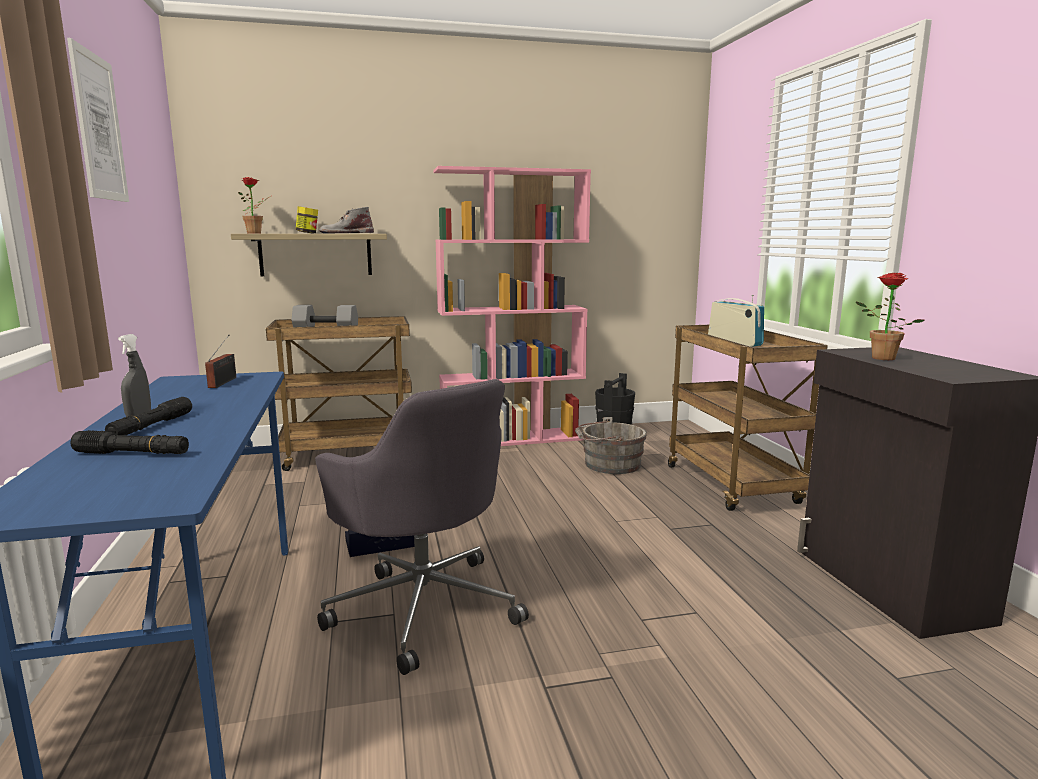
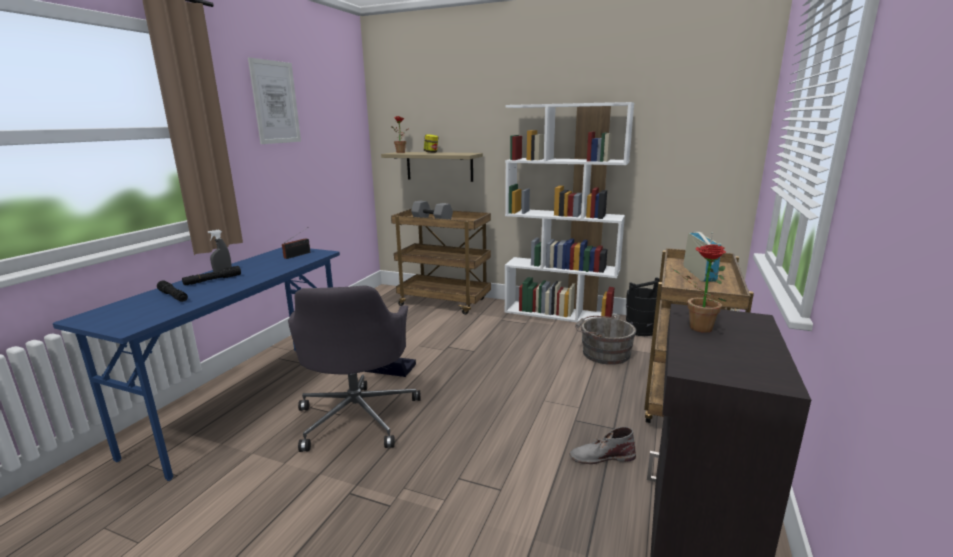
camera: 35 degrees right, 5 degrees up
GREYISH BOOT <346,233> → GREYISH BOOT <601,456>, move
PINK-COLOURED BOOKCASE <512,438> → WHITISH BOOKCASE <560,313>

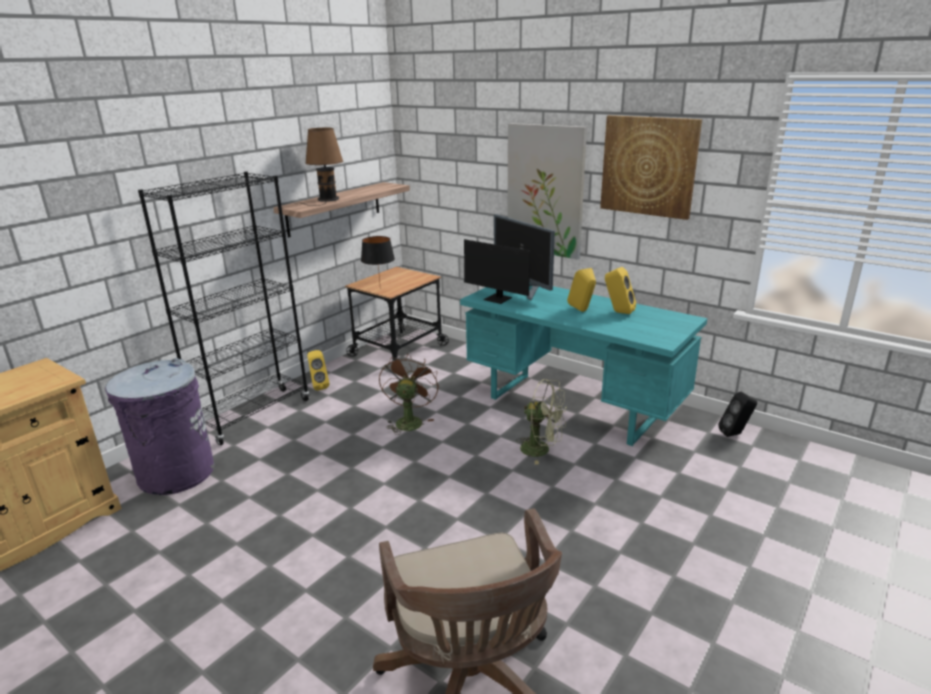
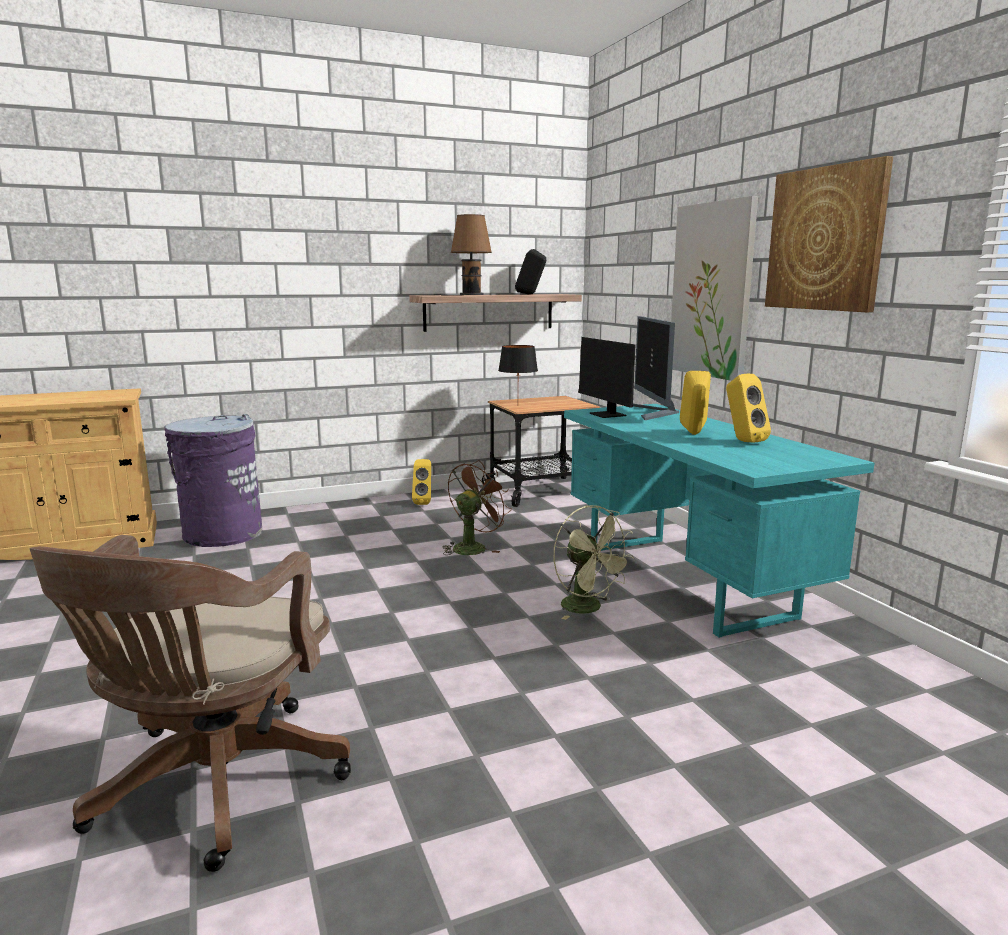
camera: 30 degrees right, 10 degrees down
BLACK BOOKCASE <254,415> → -
BLACK SPEAKER <735,434> → BLACK SPEAKER <530,294>, move

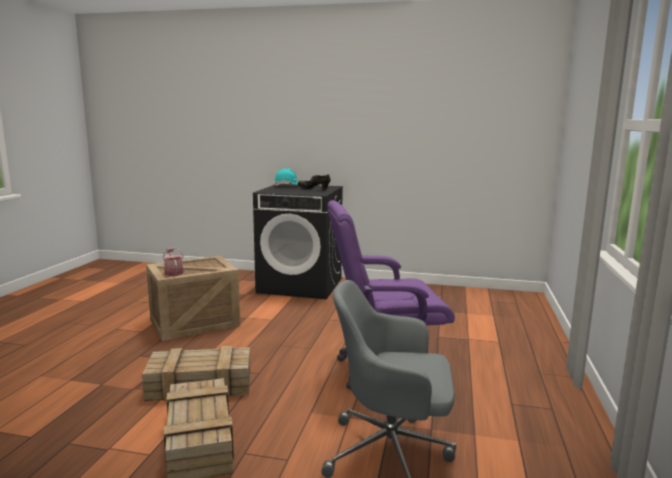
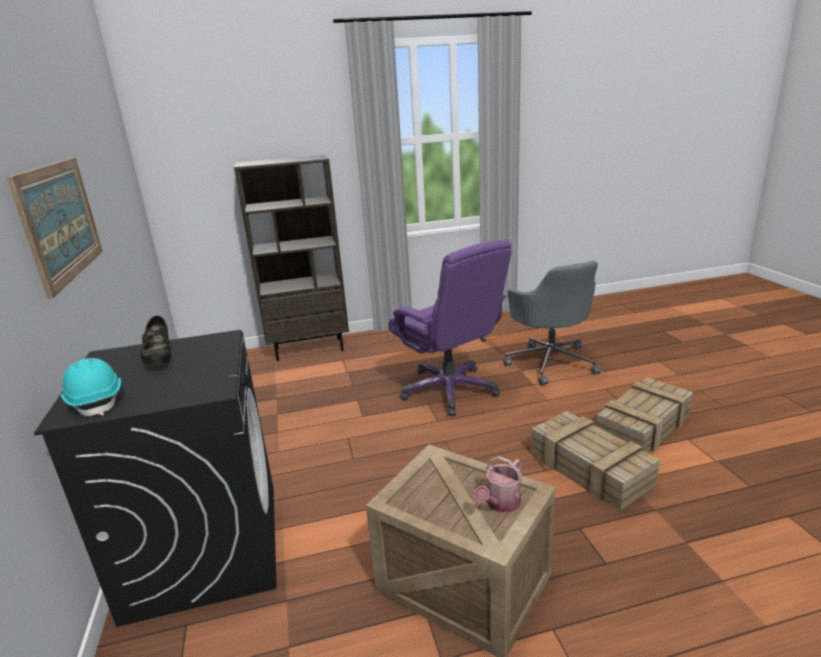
camera: 115 degrees left, 10 degrees up
- → WALL ART <60,221>
- → BROWN-COLOURED BOOKCASE <310,349>

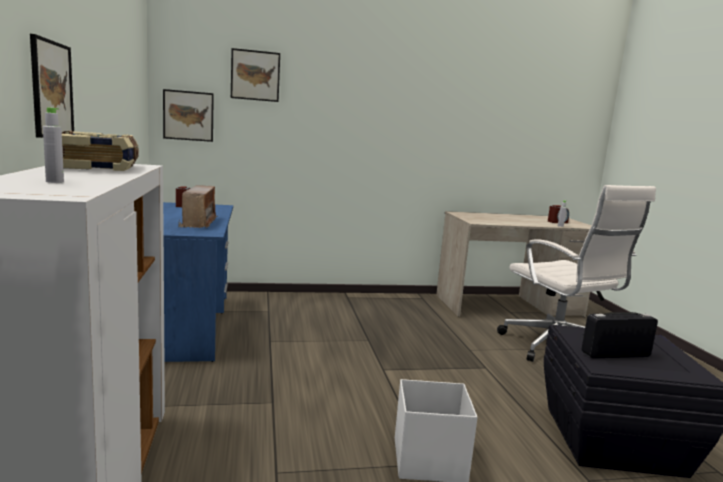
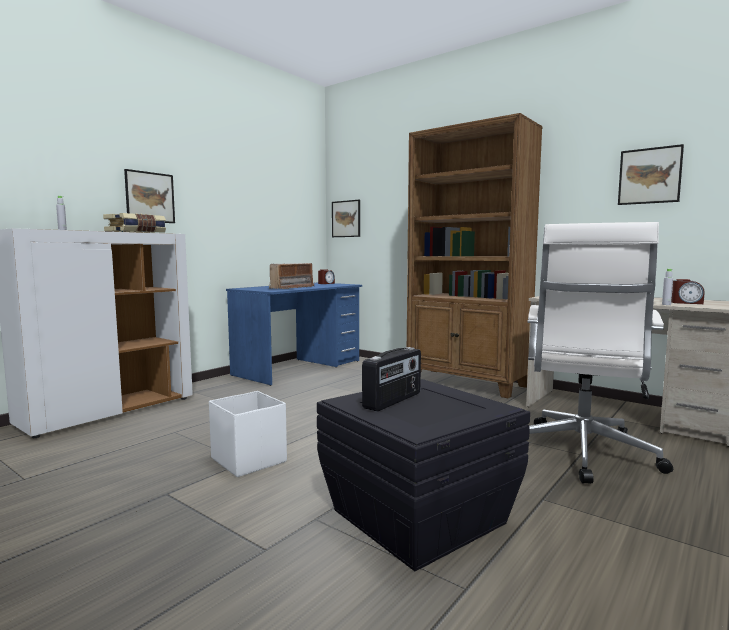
camera: 50 degrees right, 5 degrees down
WALL ART <255,75> → WALL ART <649,176>, move
RADIO RECEIVER <615,354> → RADIO RECEIVER <393,401>, 90 degrees clockwise
- → BROWN-COLOURED BOOKCASE <467,383>

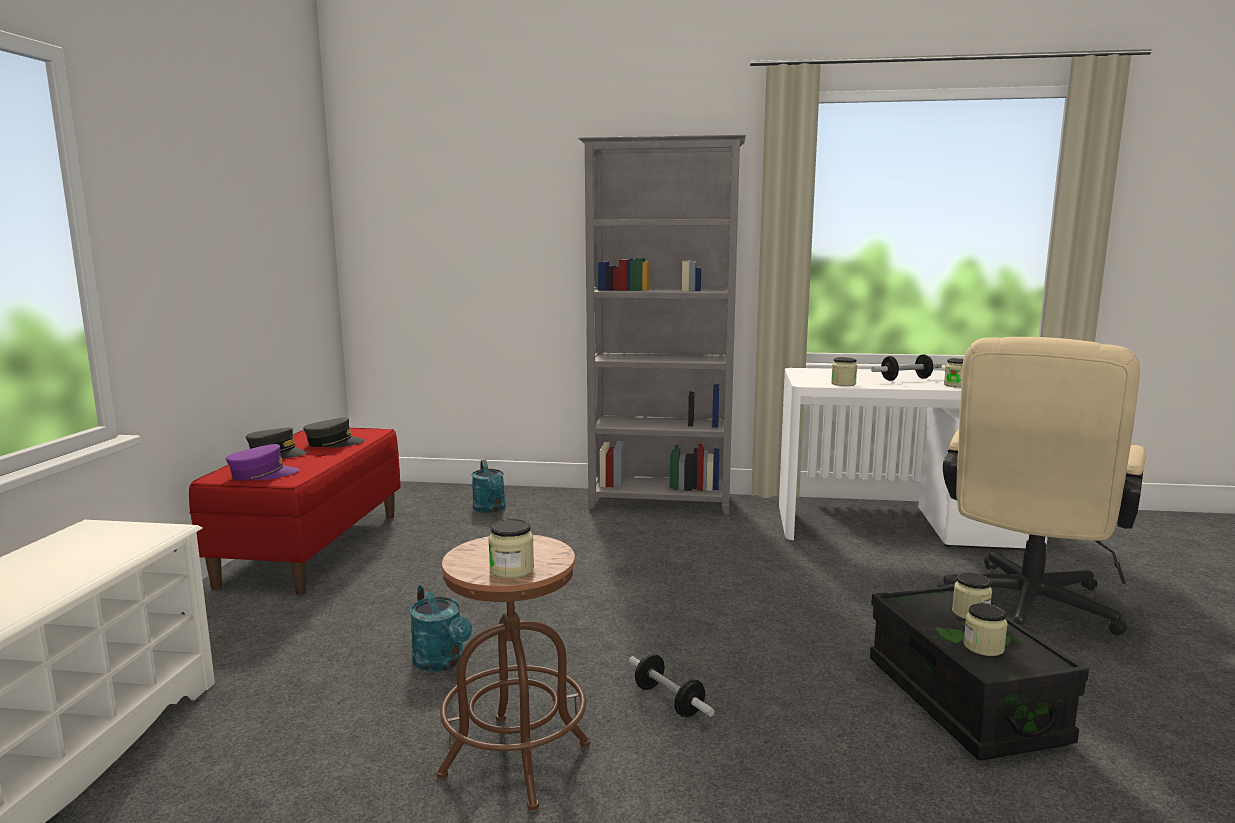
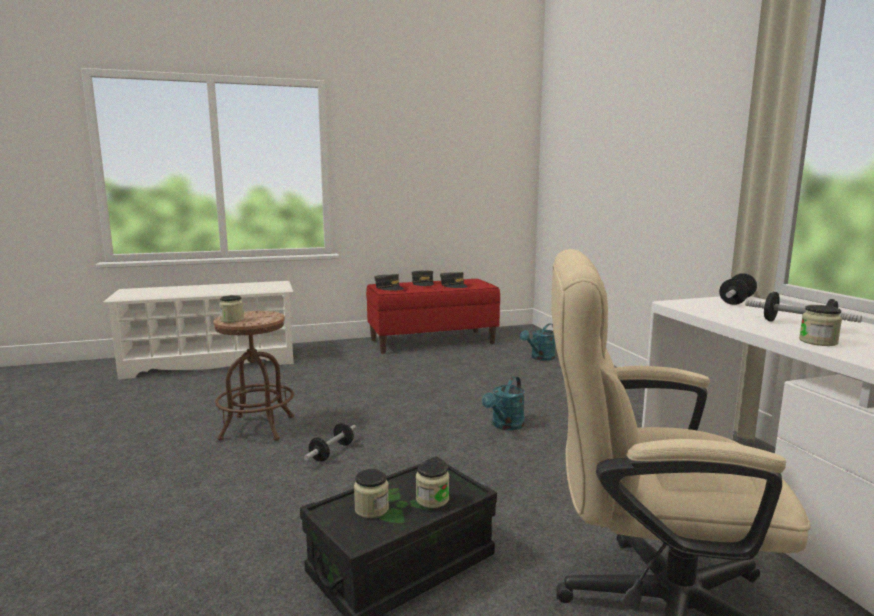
camera: 65 degrees right, 0 degrees up
PURPLE CAP <263,474> → GREYISH CAP <389,288>
BLUE-GREEN SPRINKLING CAN <442,663> → BLUE-GREEN SPRINKLING CAN <505,426>, move
GREYISH BOOKCASE <661,503> → -
STORAGE JAR <843,384> → -
- → HAND WEIGHT <737,301>

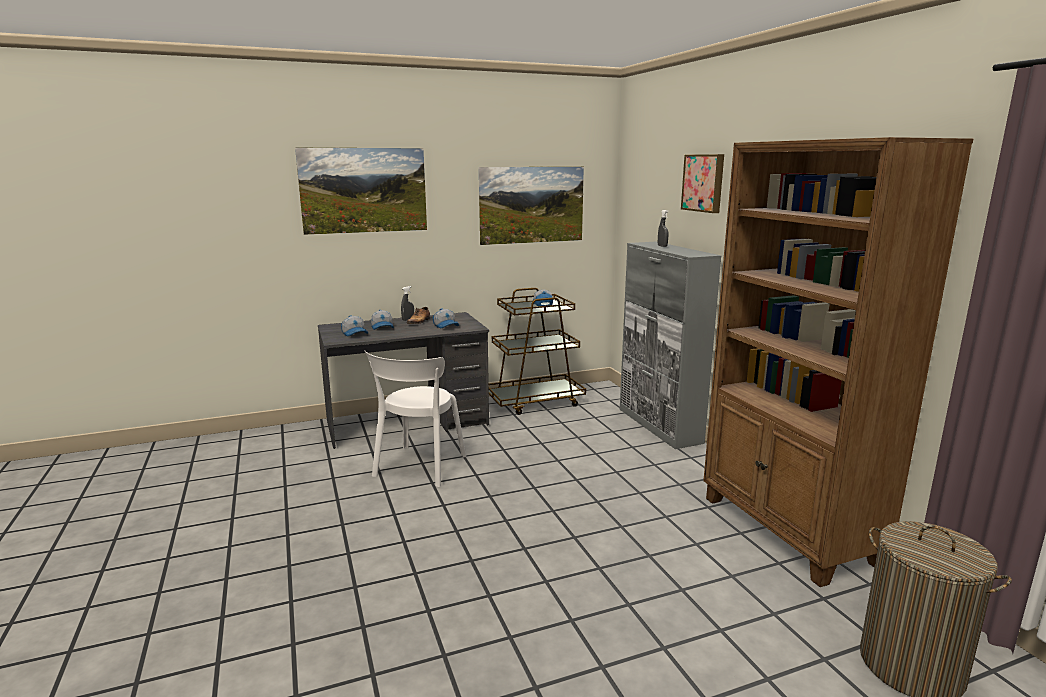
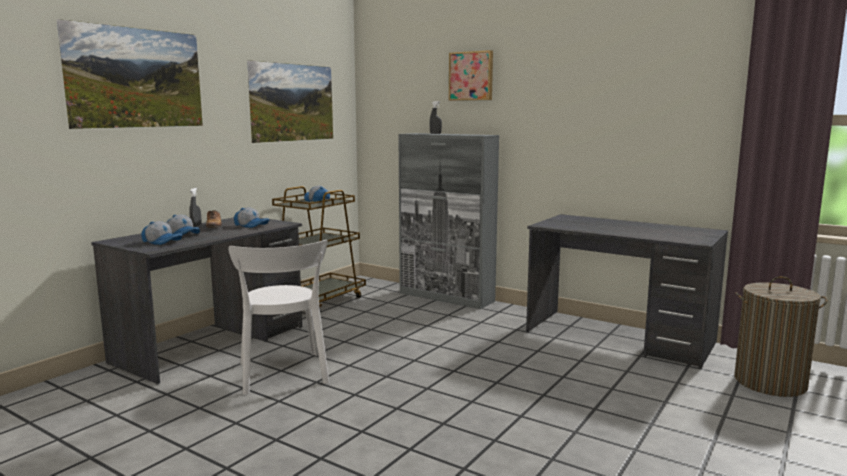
camera: 35 degrees left, 5 degrees down
BROWN-COLOURED BOOKCASE <787,531> → GREYISH DESK TABLE <619,337>

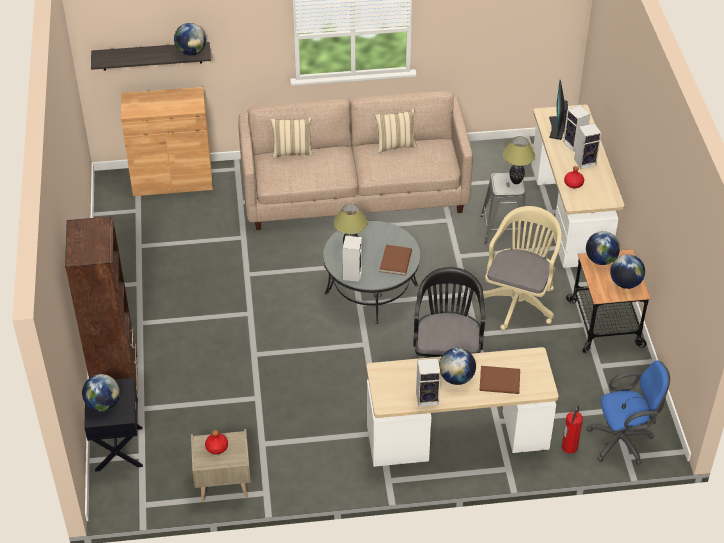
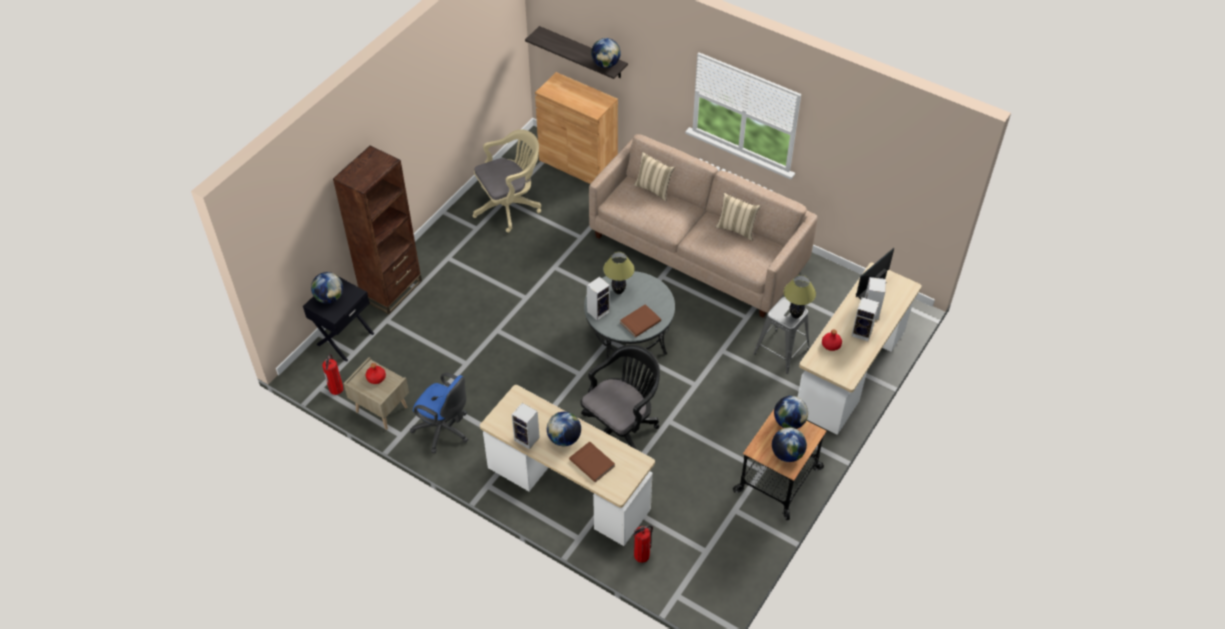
camera: 40 degrees right, 5 degrees up
SAND-COLOURED DESK CHAIR <519,300> → SAND-COLOURED DESK CHAIR <510,206>, move
BLUE DESK CHAIR <623,441> → BLUE DESK CHAIR <444,430>, move
- → EXTINGUISHER <336,388>

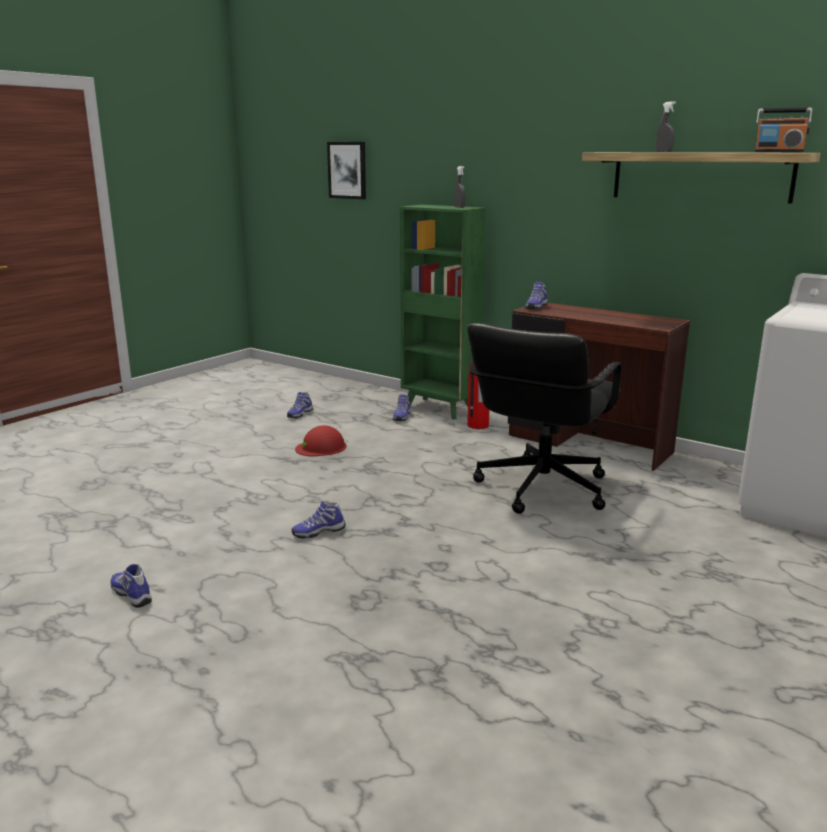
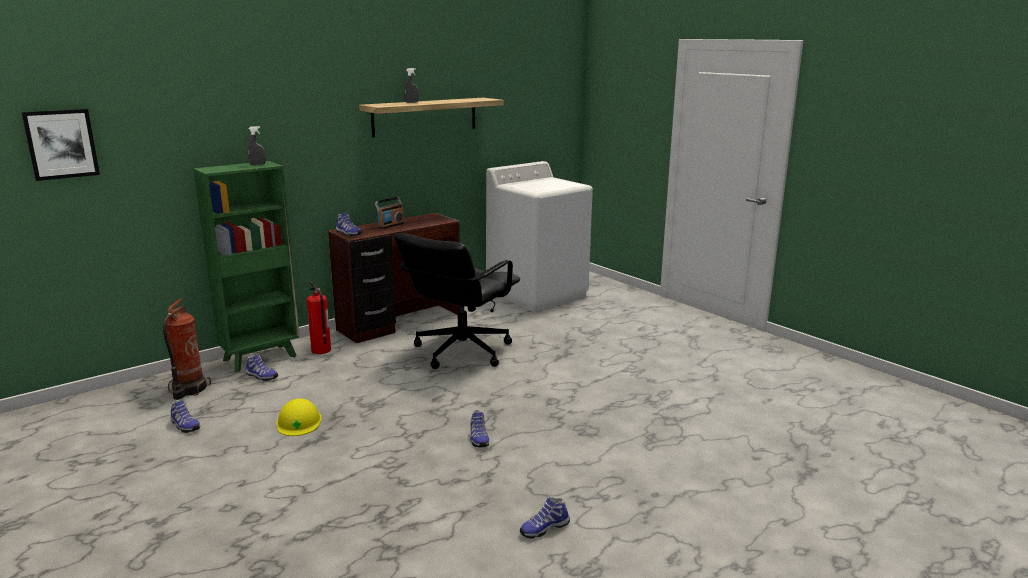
camera: 75 degrees left, 0 degrees up
RED-COLOURED HARD HAT <321,447> → YELLOW HARD HAT <299,422>
BLACK DESK CHAIR <540,488> → BLACK DESK CHAIR <461,351>, 75 degrees clockwise
RADIO RECEIVER <778,152> → RADIO RECEIVER <391,225>, move
- → EXTINGUISHER <188,390>

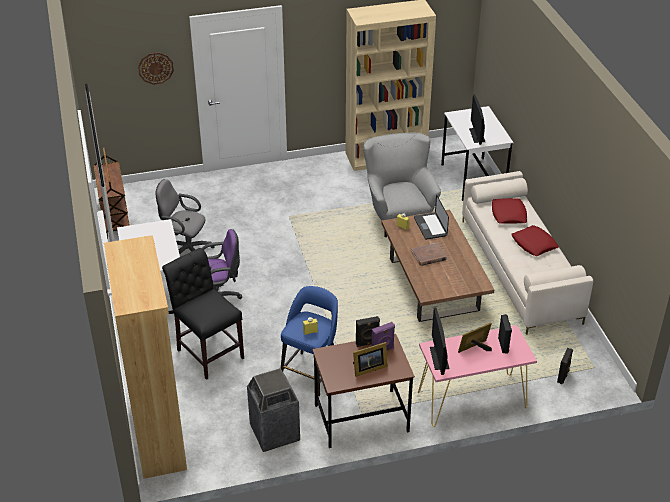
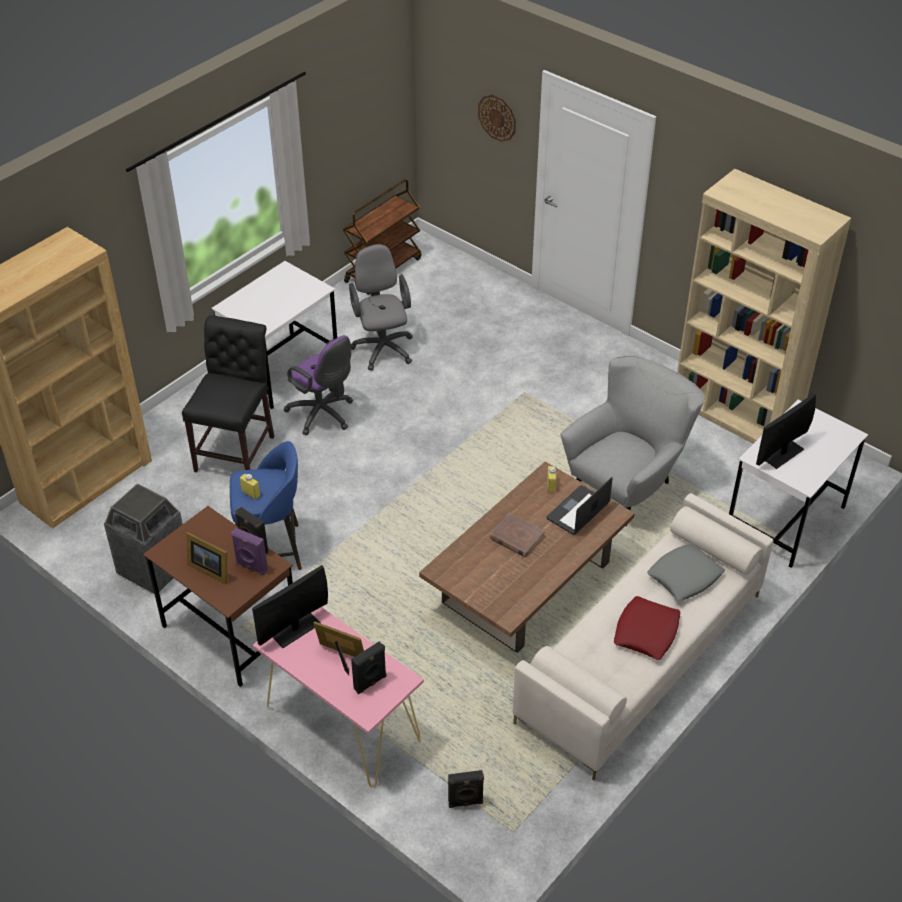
camera: 55 degrees right, 5 degrees up
RED-COLOURED PILLOW <508,214> → GREYISH PILLOW <684,576>

